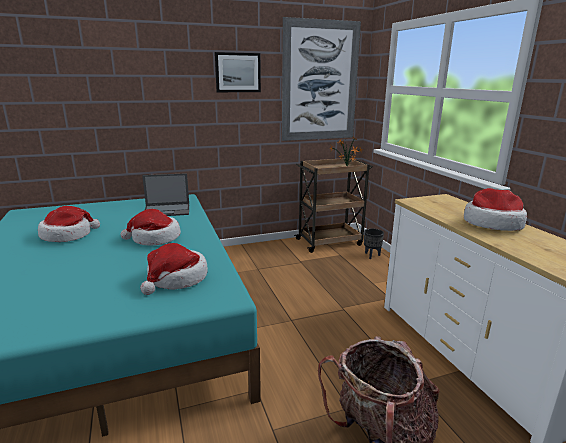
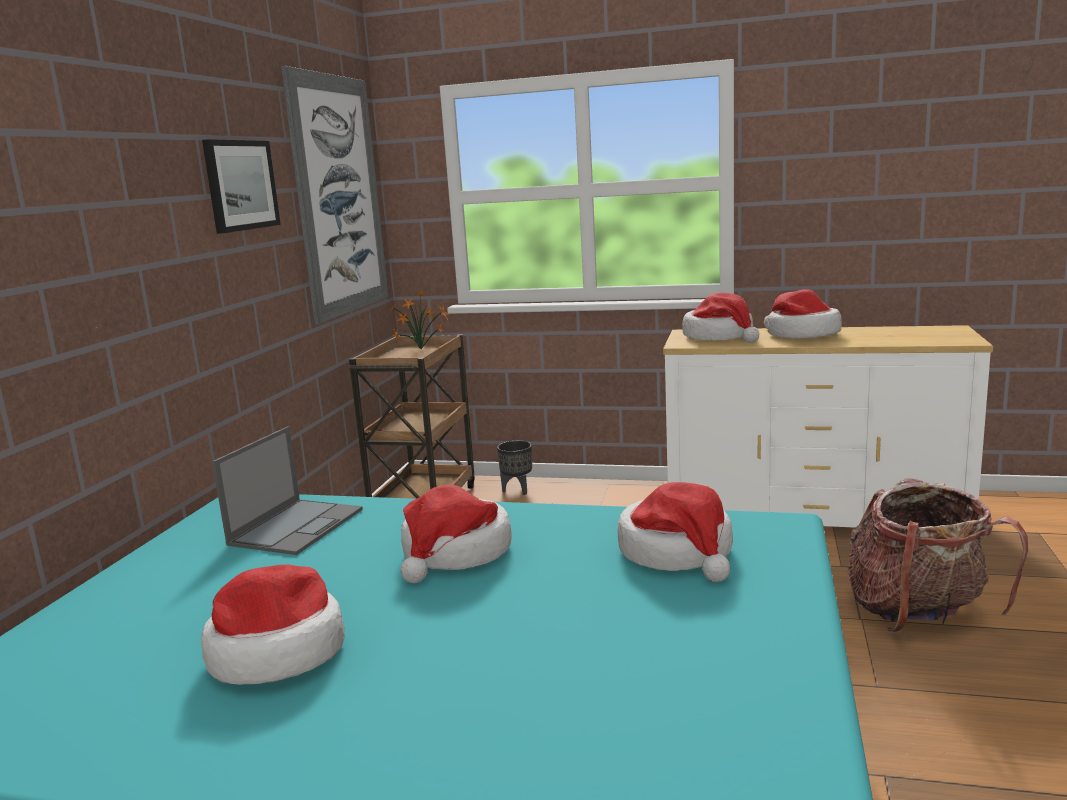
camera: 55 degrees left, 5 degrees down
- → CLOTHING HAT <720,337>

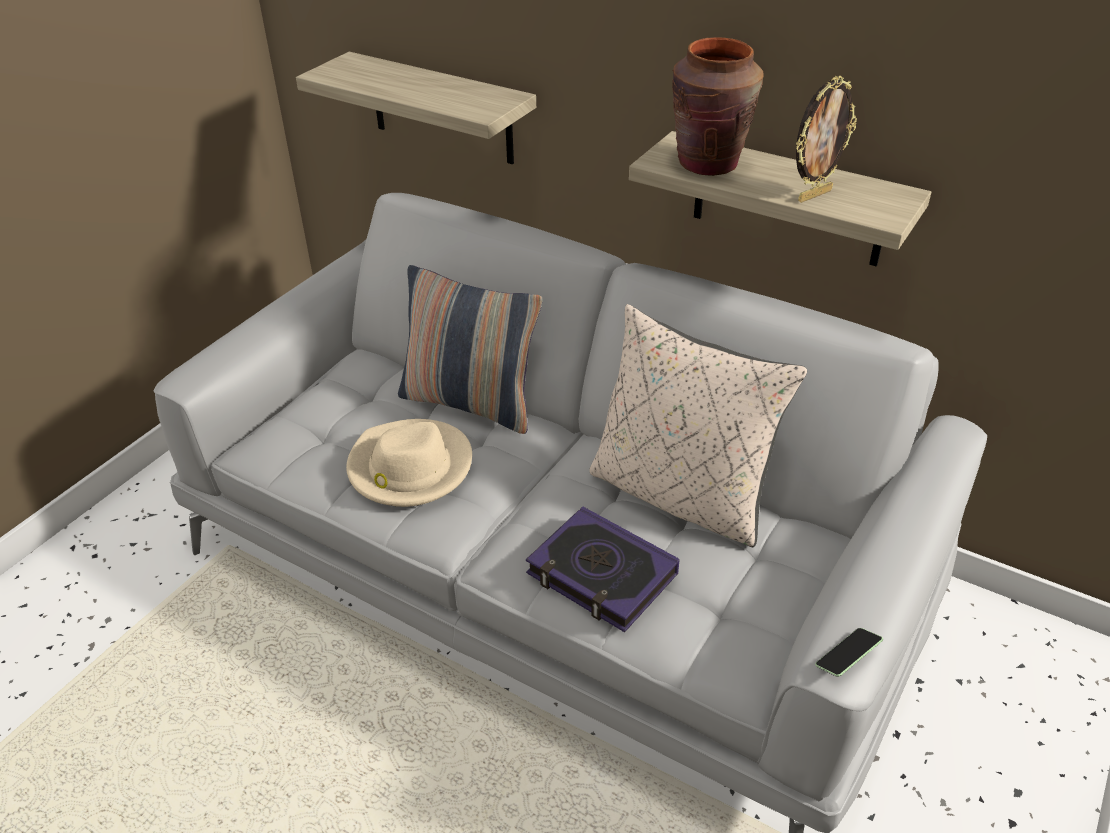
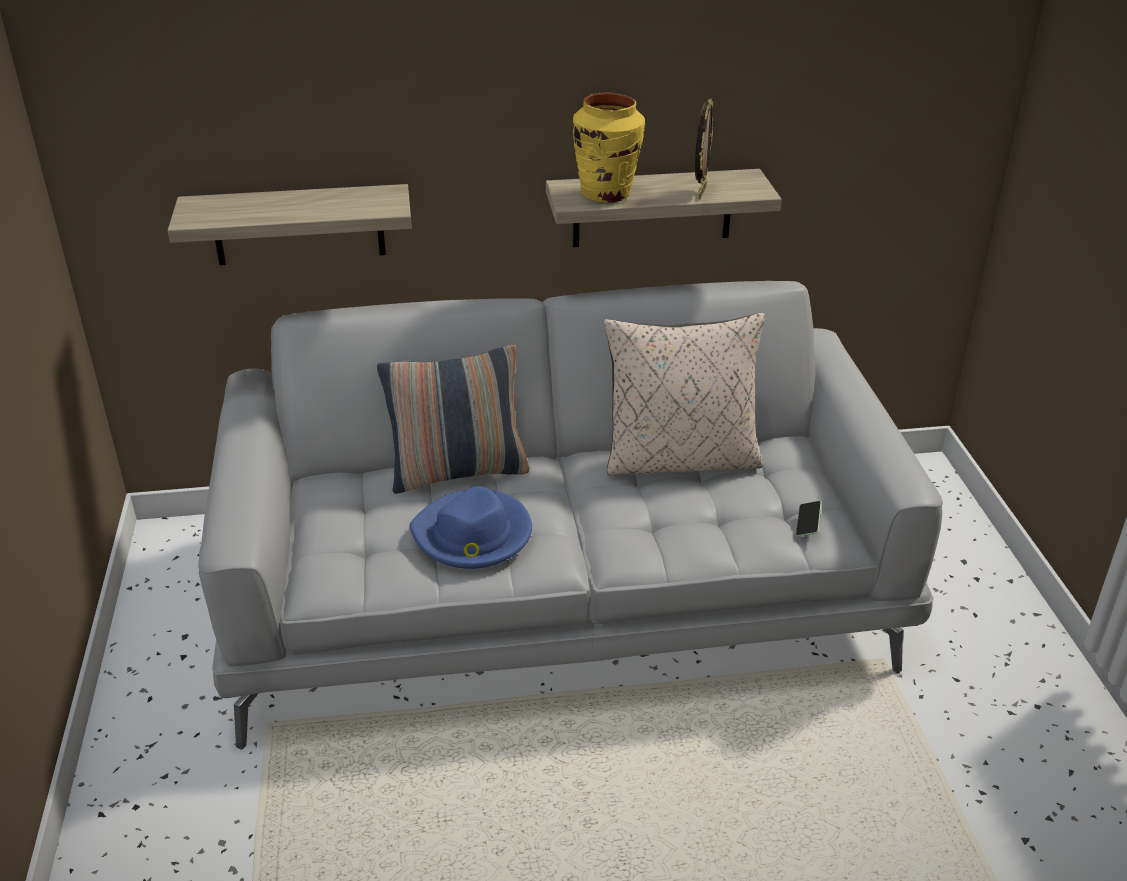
camera: 40 degrees left, 5 degrees down
SAND-COLOURED CLOTHING HAT <409,468> → BLUE CLOTHING HAT <473,535>
VOLUME <601,575> → -
BROWN-COLOURED FLOWER VASE <709,163> → YELLOW FLOWER VASE <606,193>
PHONE <847,658> → PHONE <808,524>, move

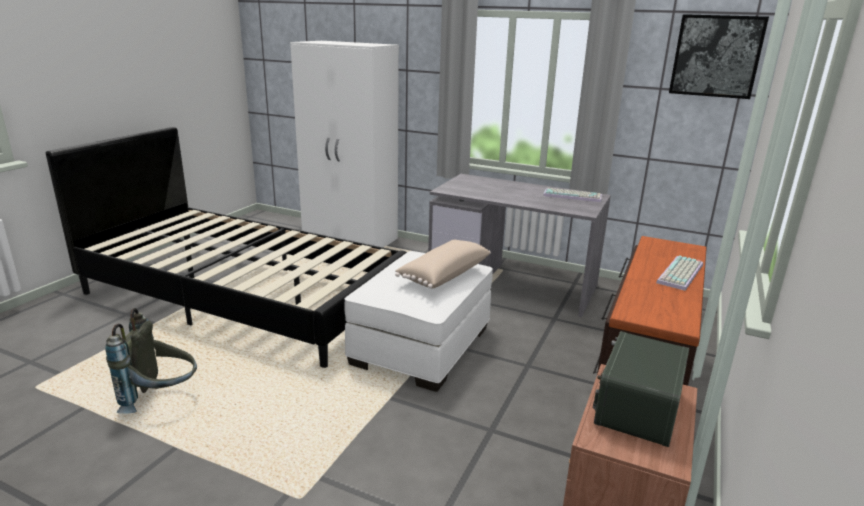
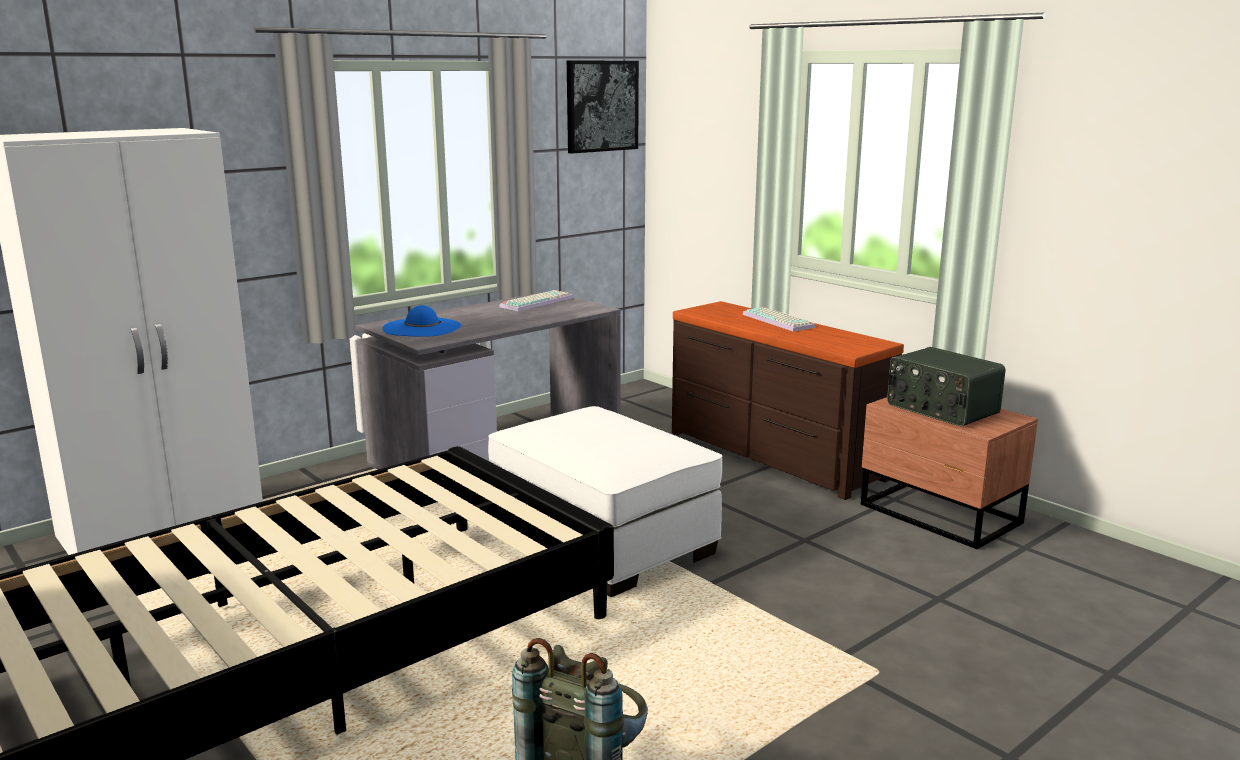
camera: 65 degrees left, 5 degrees down
SAND-COLOURED PILLOW <443,274> → -
- → BLUE CLOTHING HAT <422,327>

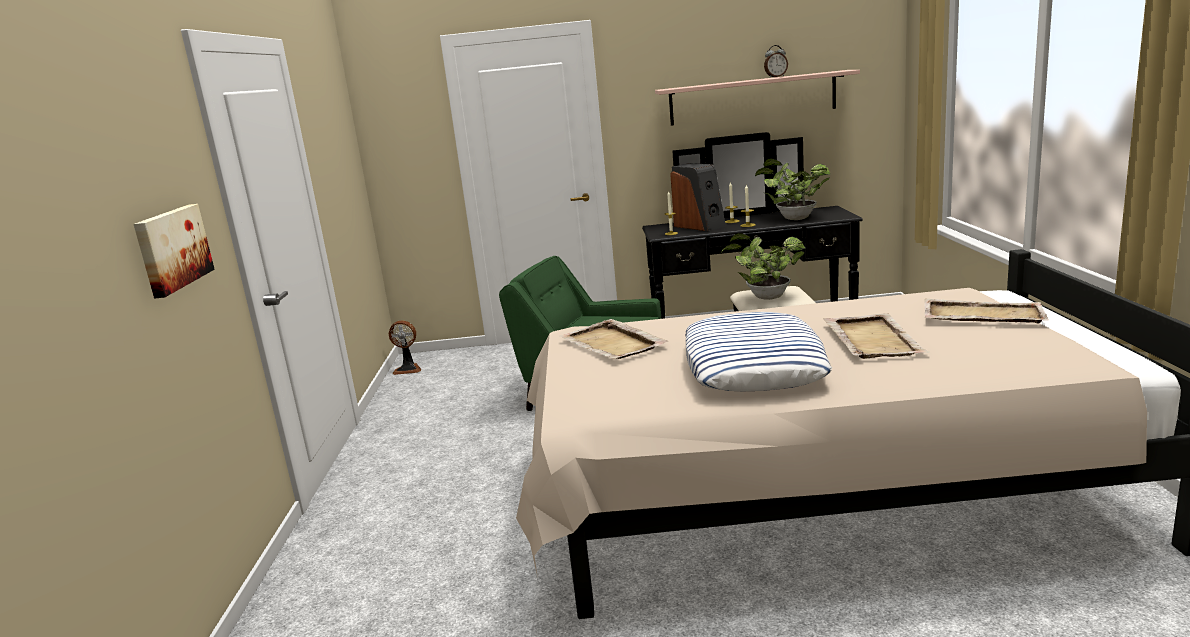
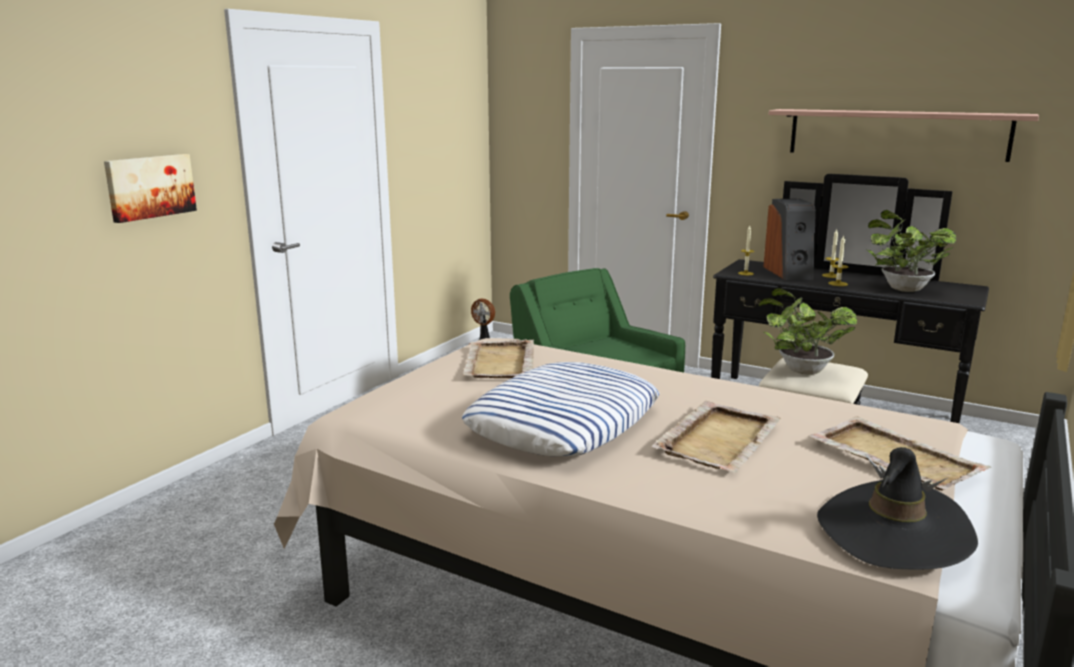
camera: 30 degrees right, 0 degrees up
ALARM CLOCK <776,77> → -
- → BLACK CLOTHING HAT <893,532>

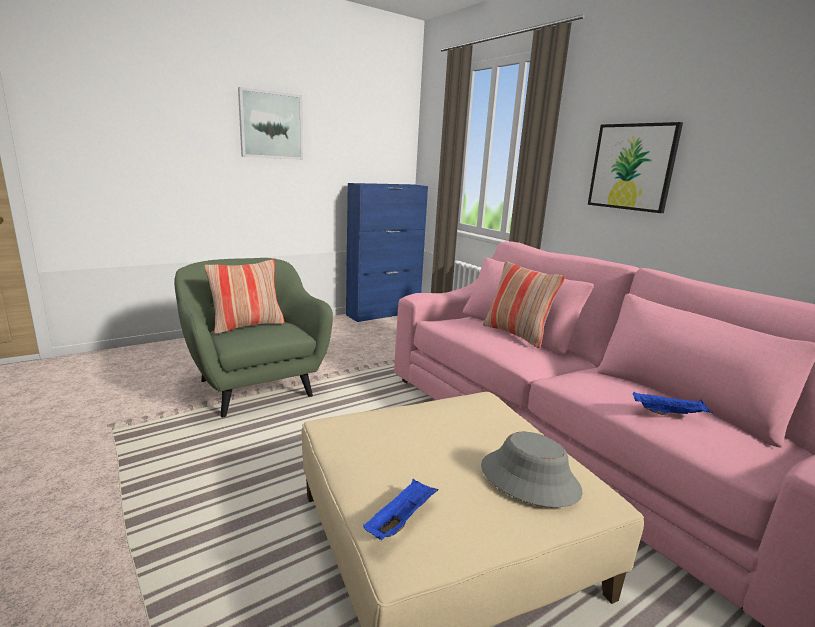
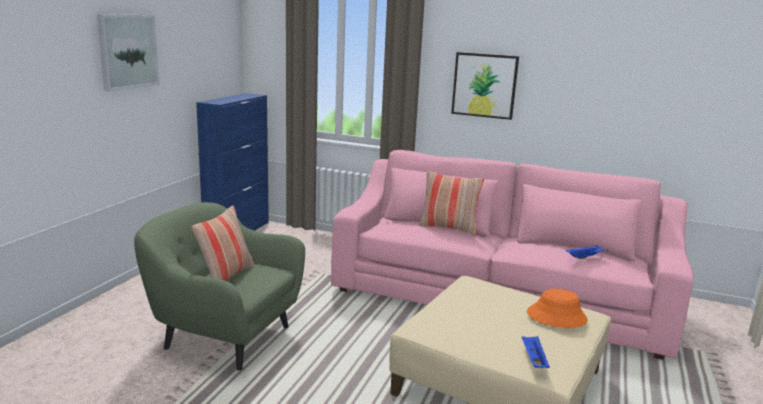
camera: 35 degrees left, 0 degrees up
GREYISH CLOTHING HAT <530,478> → ORANGE CLOTHING HAT <556,316>

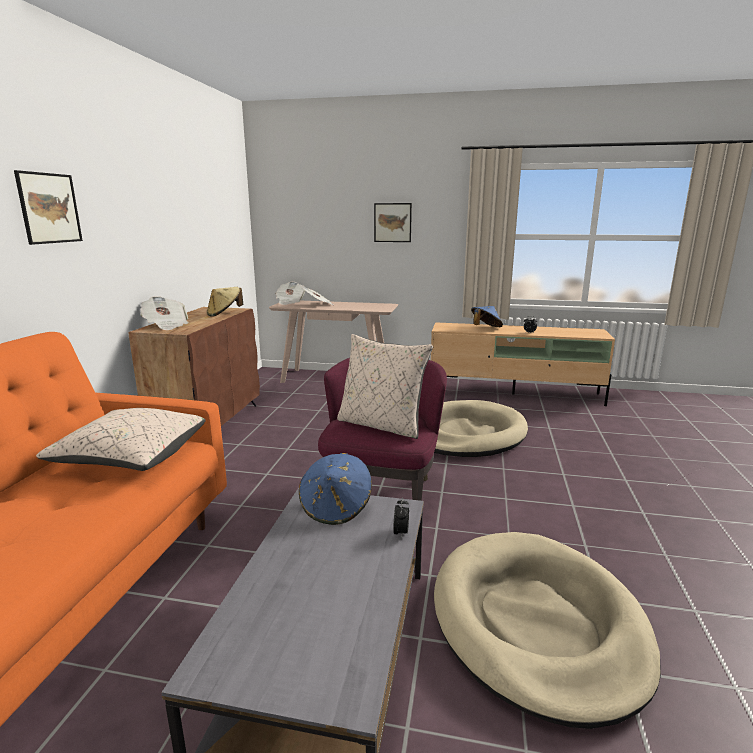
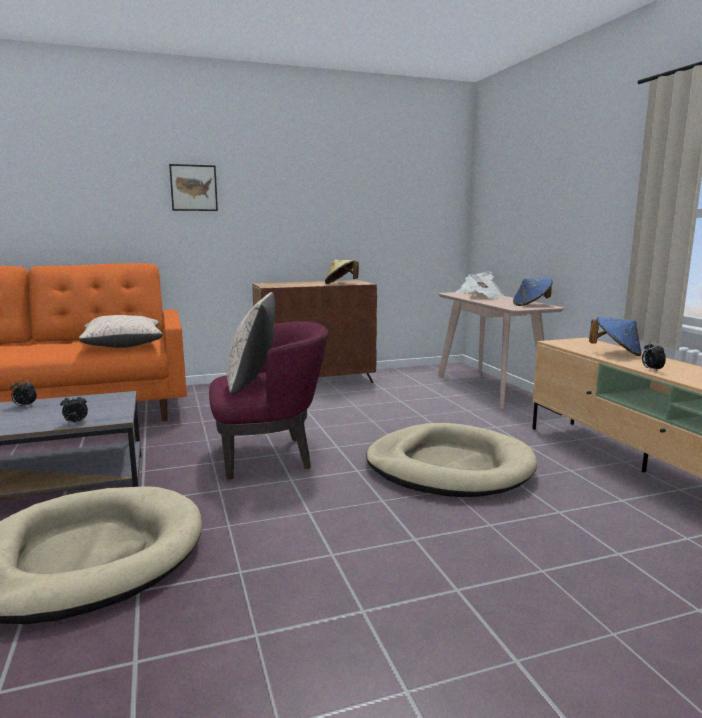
camera: 60 degrees right, 5 degrees down
PRINTED PAPER <166,325> → -
BLUE CLOTHING HAT <336,508> → BLUE CLOTHING HAT <531,305>, move
WALL ART <392,222> → -
- → ALARM CLOCK <24,406>

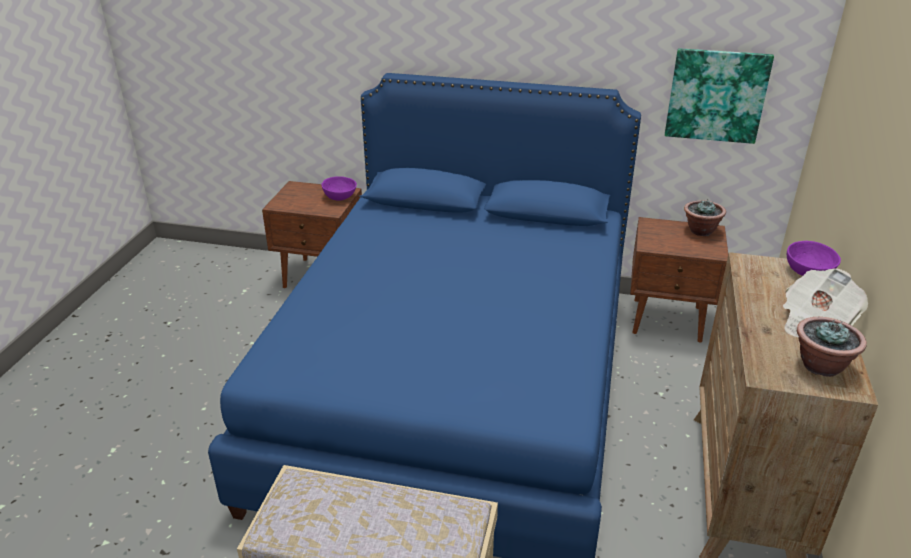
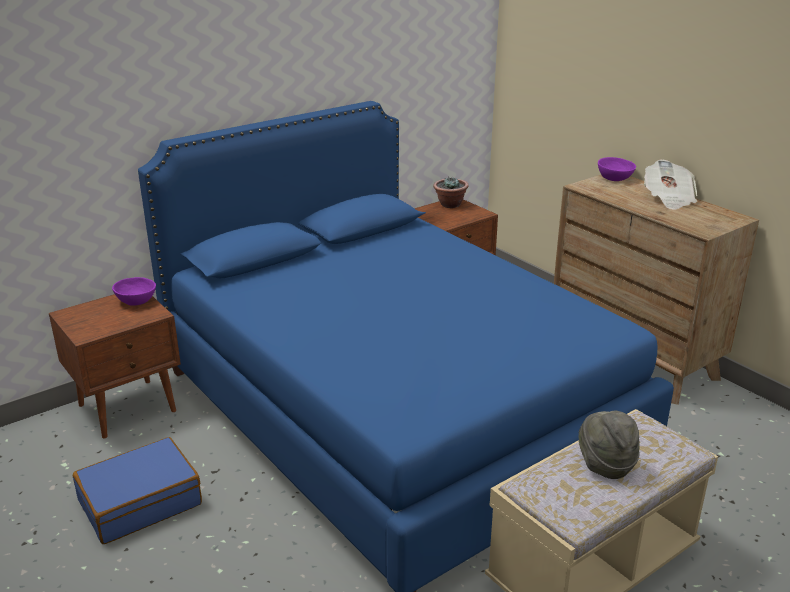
camera: 50 degrees left, 5 degrees down
WALL ART <716,95> → -
PLANT IN A POT <821,366> → -
- → BLUE SUITCASE <140,502>
- → GREYISH CLOTHING HAT <605,464>

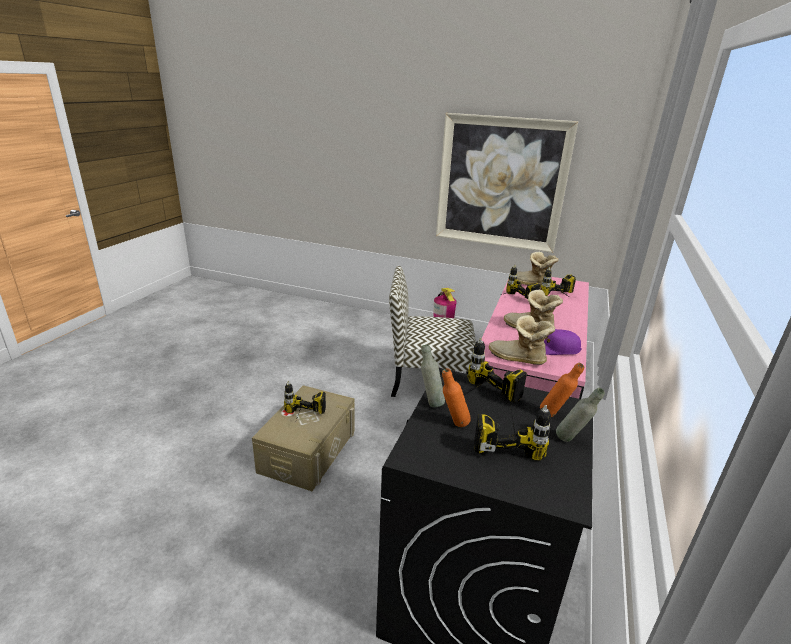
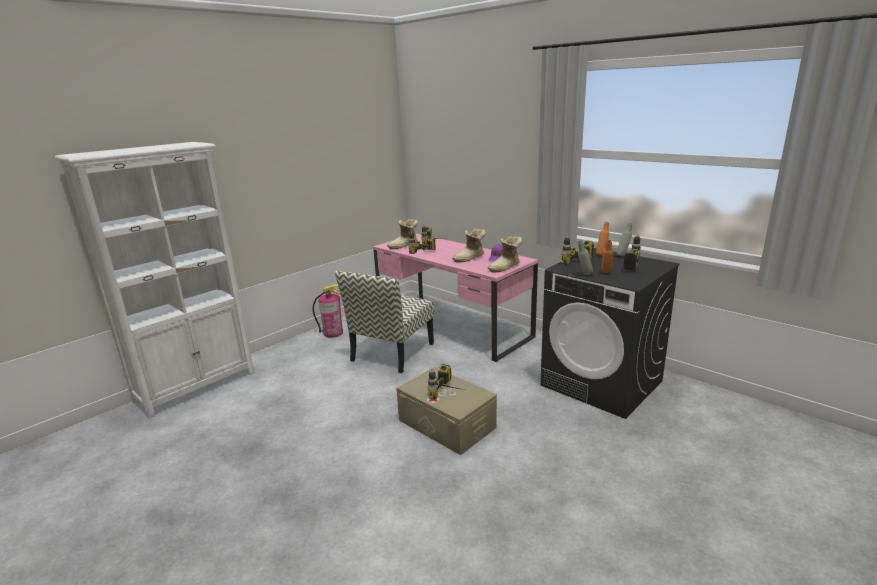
camera: 65 degrees left, 5 degrees down
WALL ART <501,183> → -
- → WHITISH BOOKCASE <197,387>

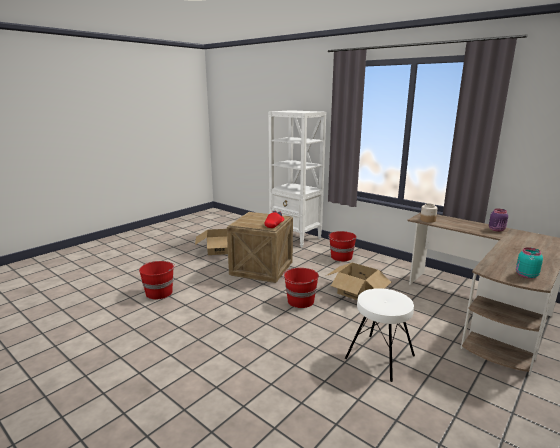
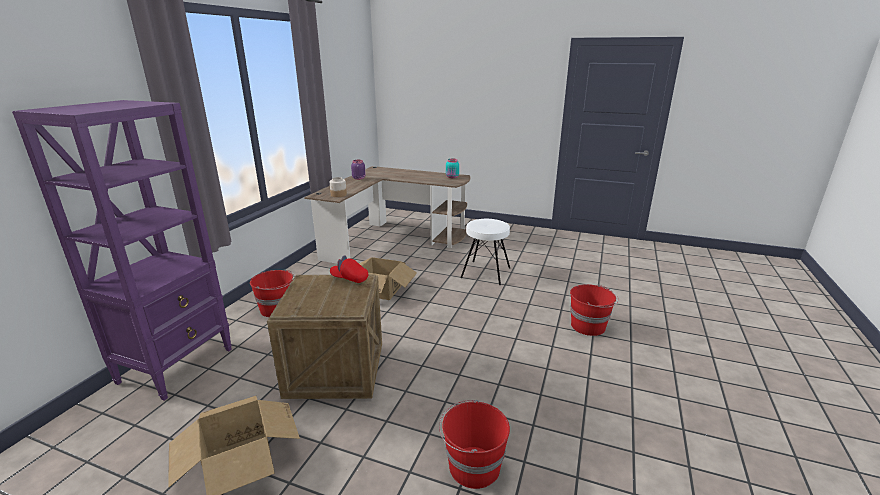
camera: 110 degrees left, 5 degrees up
WHITISH BOOKCASE <295,238> → PURPLE BOOKCASE <177,365>
RED-COLOURED BUCKET <300,301> → RED-COLOURED BUCKET <588,326>, move

